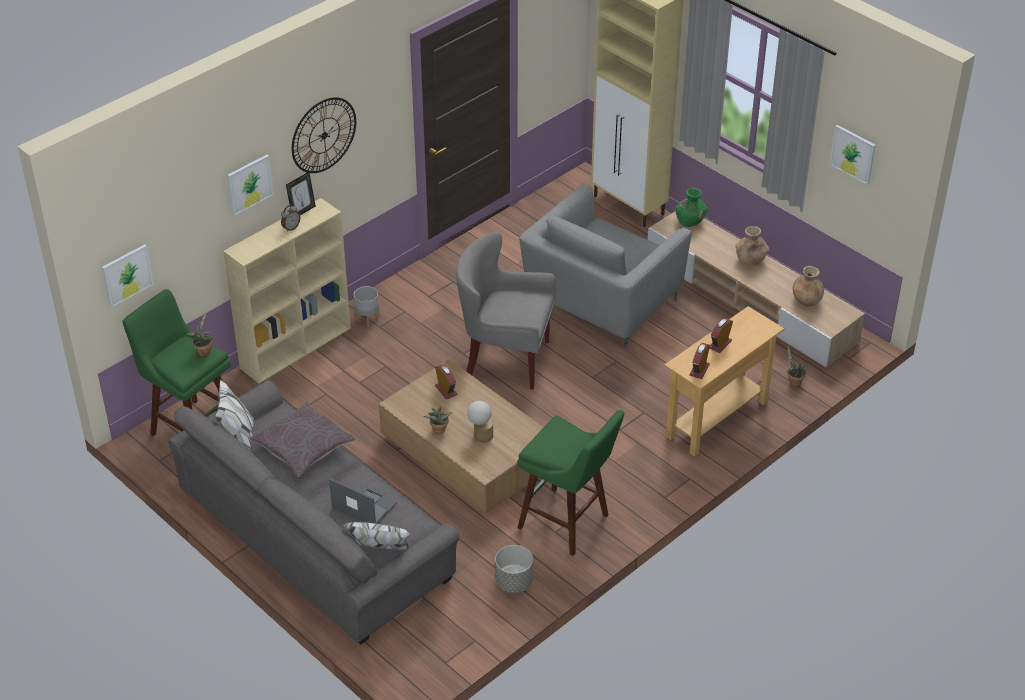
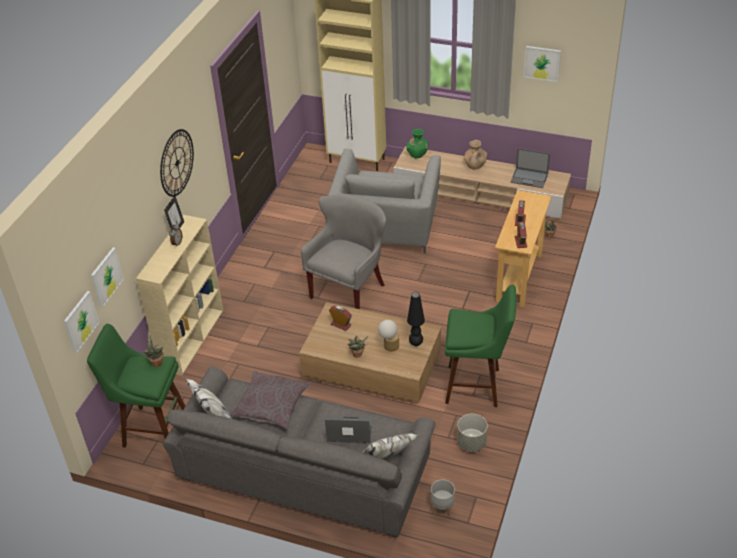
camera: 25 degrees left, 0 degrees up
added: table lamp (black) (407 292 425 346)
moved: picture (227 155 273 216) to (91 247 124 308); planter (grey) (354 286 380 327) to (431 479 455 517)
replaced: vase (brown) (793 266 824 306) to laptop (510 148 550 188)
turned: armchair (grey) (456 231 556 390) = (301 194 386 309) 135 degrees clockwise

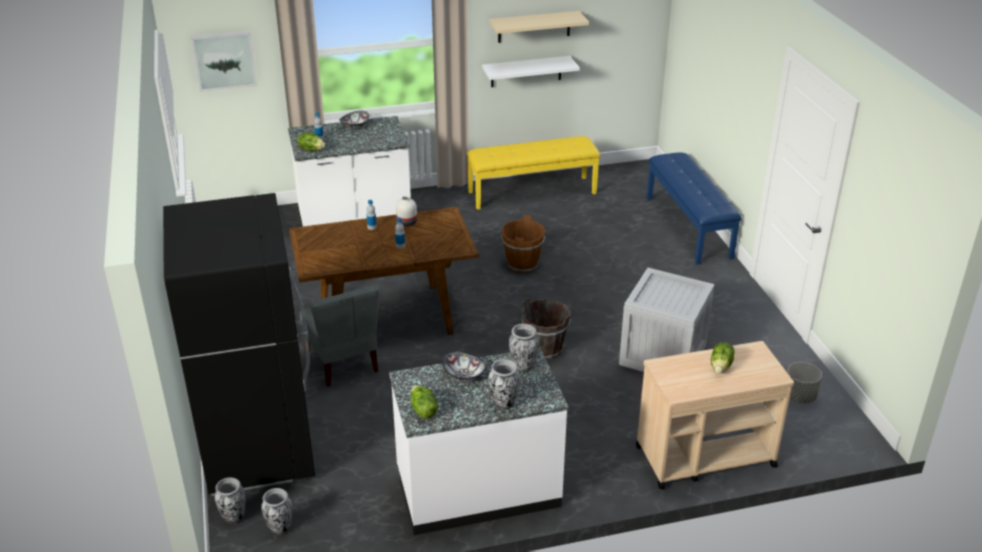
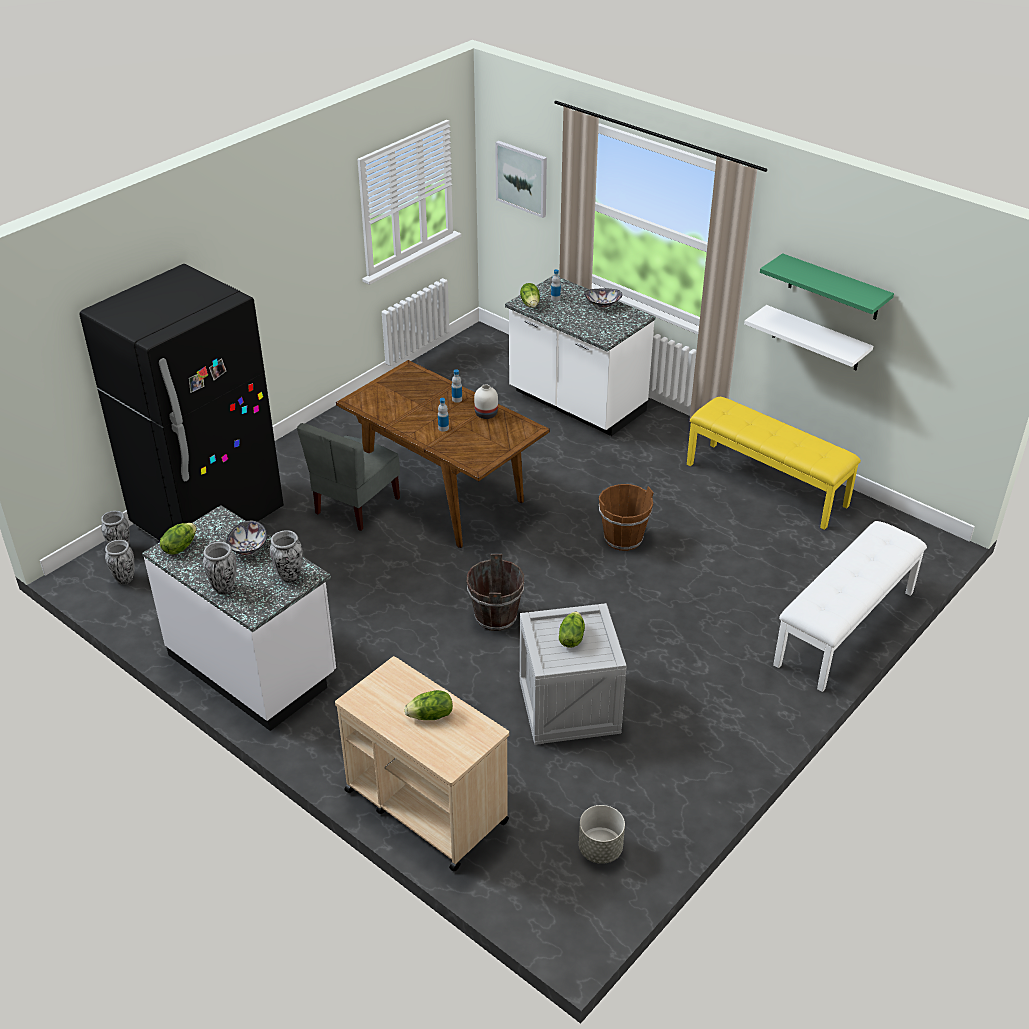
camera: 55 degrees right, 5 degrees up
added: lettuce (559 612 585 648)
recoloured: shelf (beige) (489 11 589 43) to shelf (green) (760 253 894 320); bench (blue) (647 152 742 265) to bench (white) (773 521 927 692)

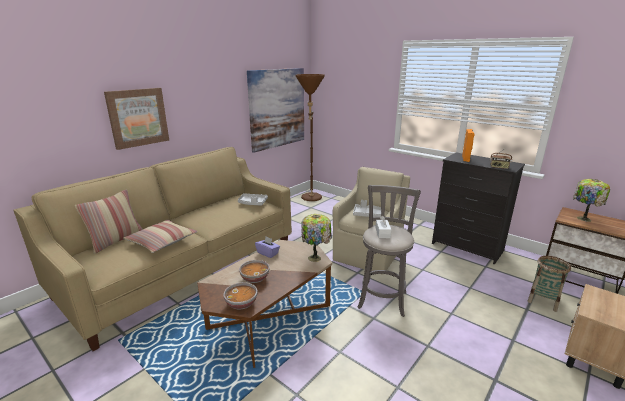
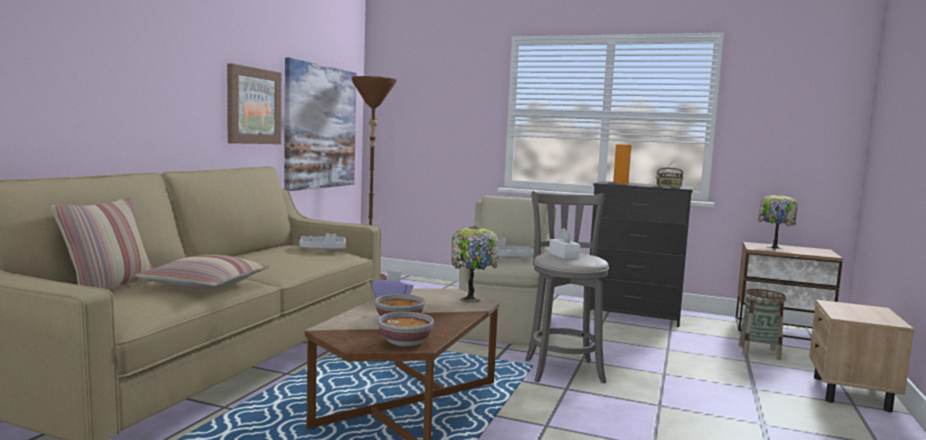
camera: 20 degrees left, 15 degrees down
moved: picture (104 88 169 150) to (227 64 281 144)

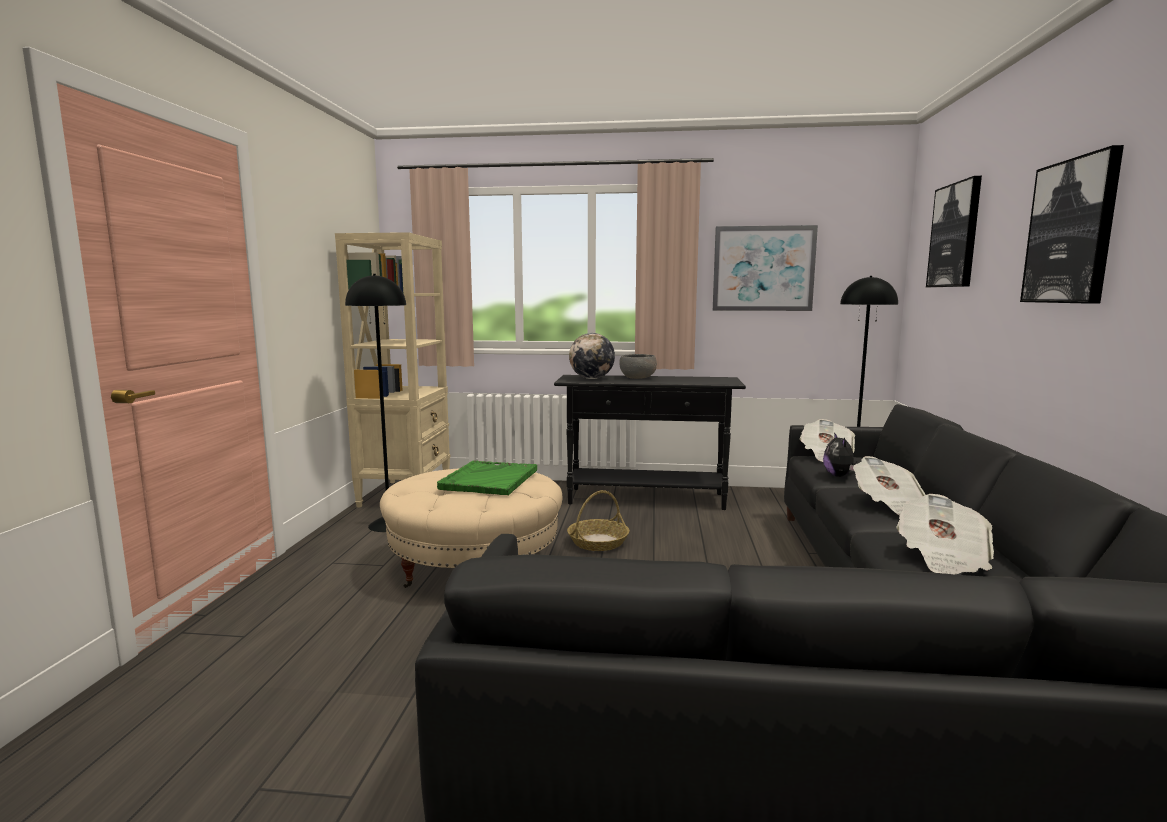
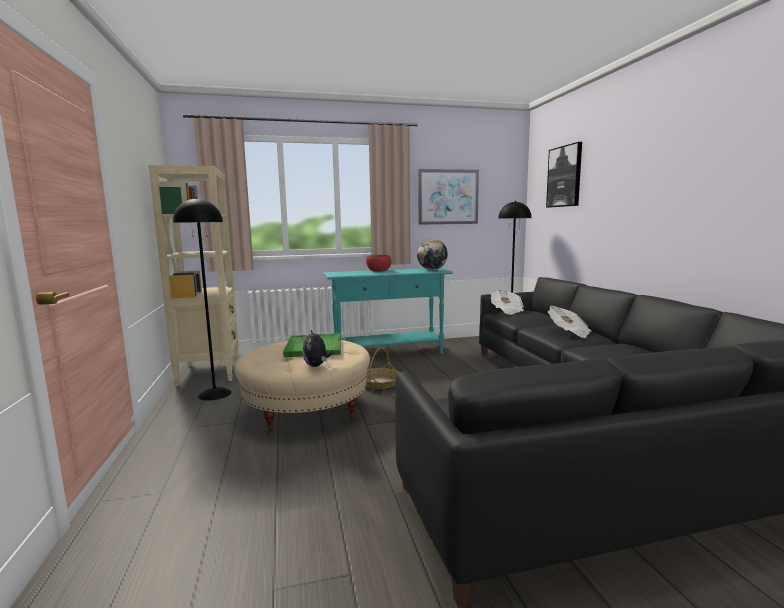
camera: 20 degrees left, 0 degrees up
removed: newspaper (896 494 994 574); picture (1020 145 1124 304)
moved: globe (569 333 615 379) to (417 239 448 270); plush toy (823 432 857 477) to (303 330 332 367)
recoloured: console table (black) (554 375 746 510) to console table (turquoise) (323 268 453 354); bowl (grey) (619 354 657 379) to bowl (red) (366 255 391 272)

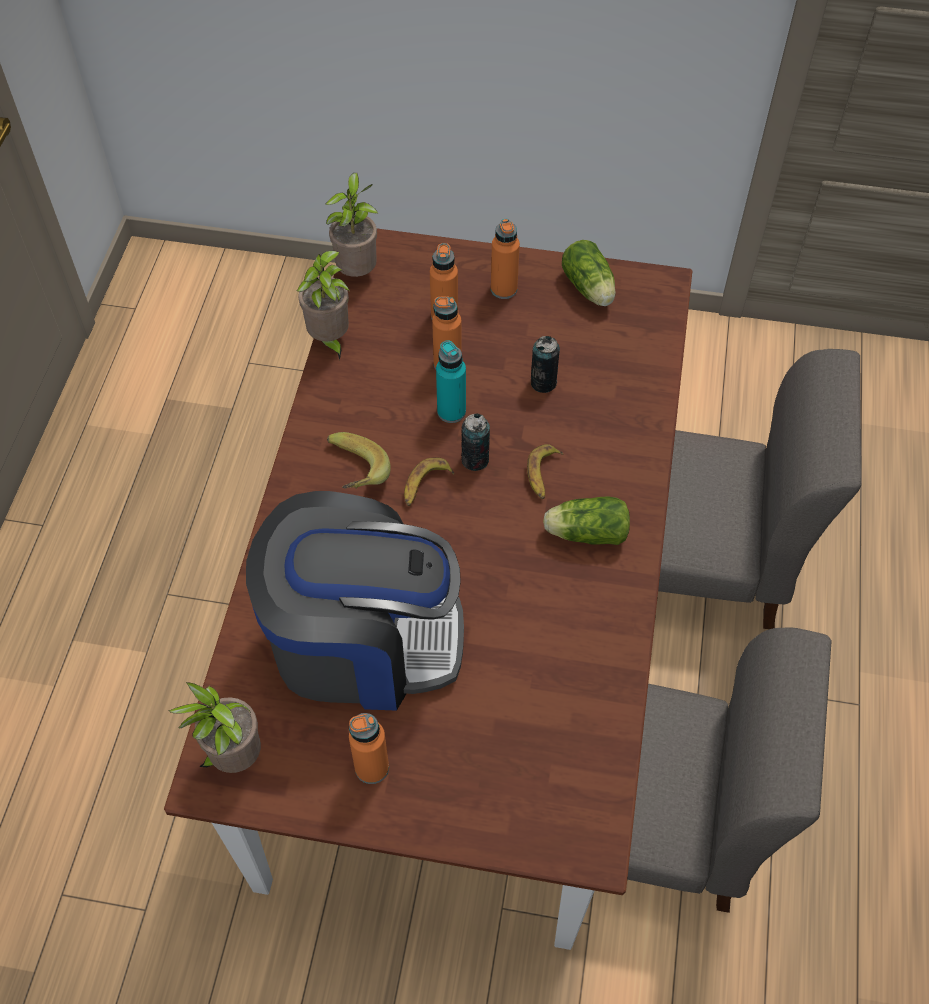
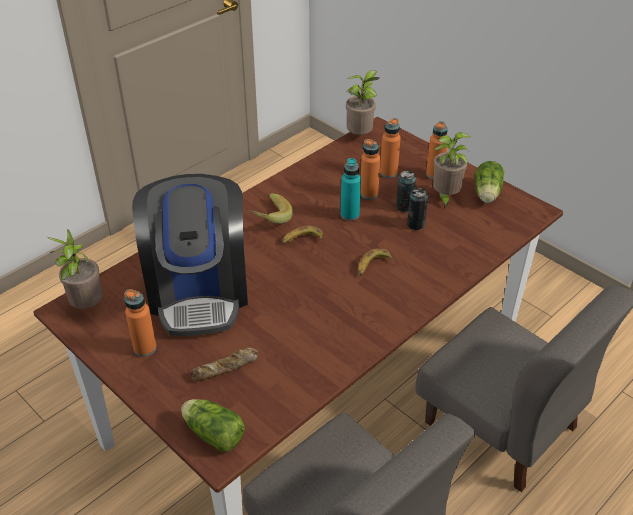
camera: 35 degrees right, 15 degrees down
added: bread (190 348 259 381)
moved: potted plant (297 251 350 361) to (433 132 470 208); can (461 413 490 471) to (396 171 416 212); lettuce (543 496 630 545) to (181 399 245 452)
turned: coffee machine (246 491 464 711) = (132 174 248 336) 45 degrees clockwise

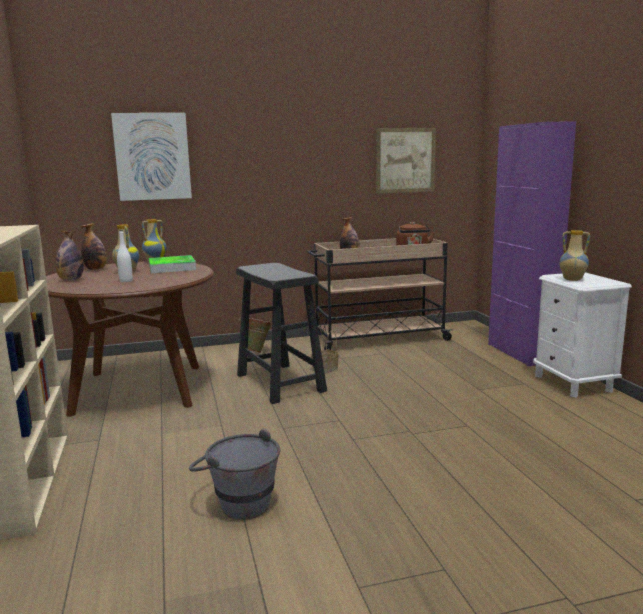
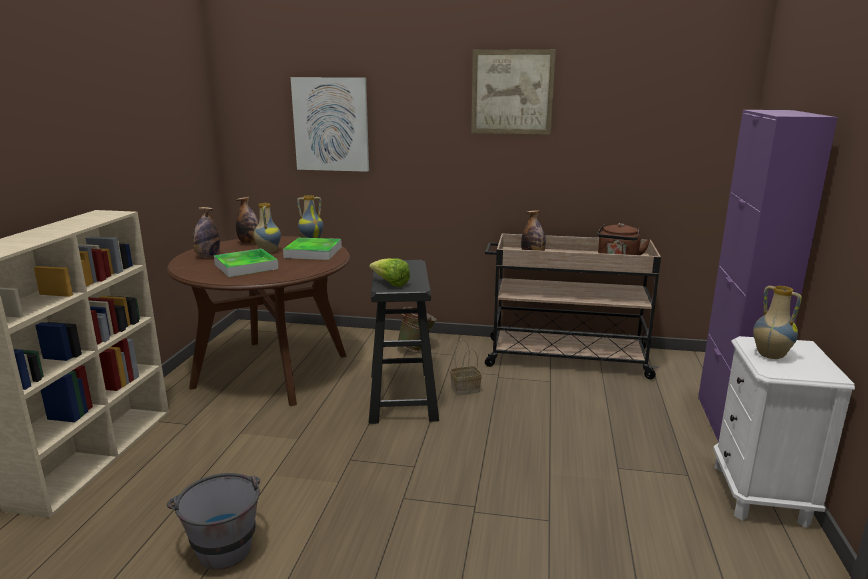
camera: 25 degrees right, 5 degrees up
added: lettuce (369 258 410 287)
moved: picture (376 128 436 194) to (471 49 556 135)
replaced: bottle (white) (117 230 133 282) to tray (214 248 279 277)

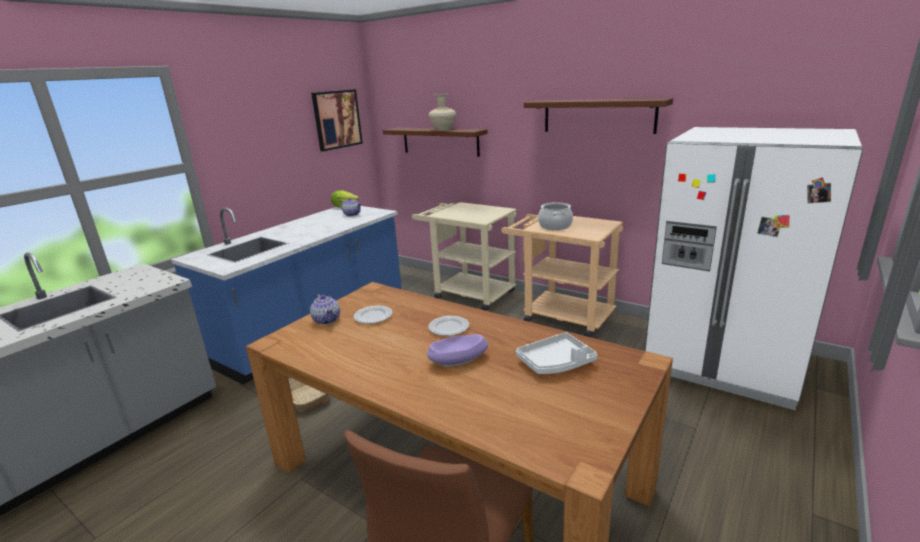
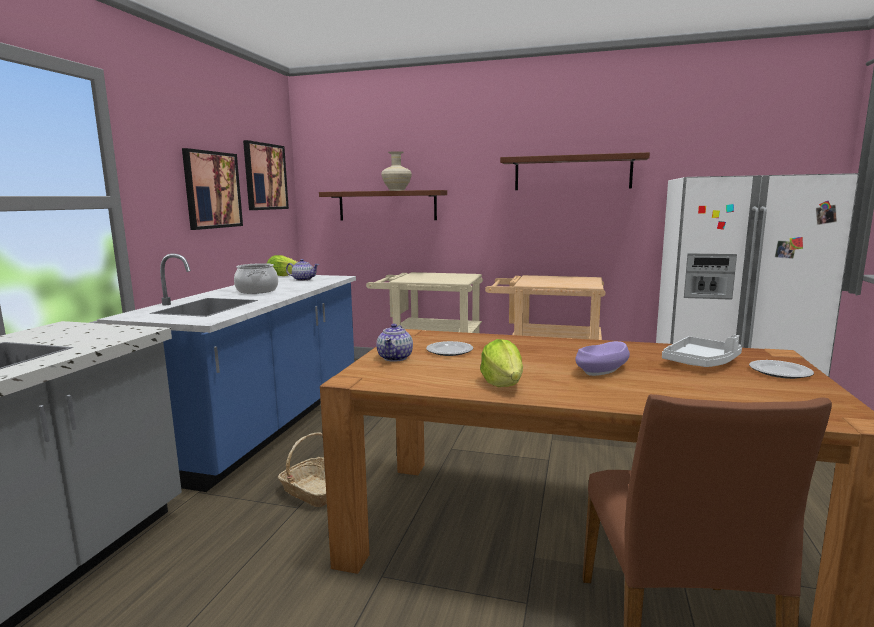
camera: 20 degrees left, 10 degrees down
added: picture (182 148 243 230); lettuce (480 339 523 387)
moved: plate (428 316 469 336) to (749 360 814 379); cooking pot (538 202 573 230) to (234 263 278 294)
turned: teapot (310 294 340 325) = (377 324 413 362) 60 degrees clockwise

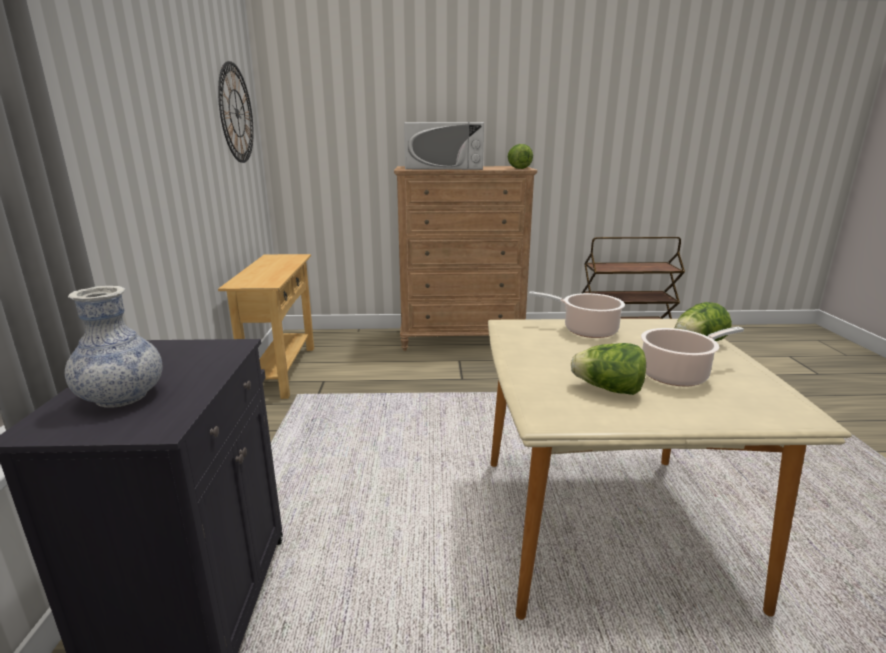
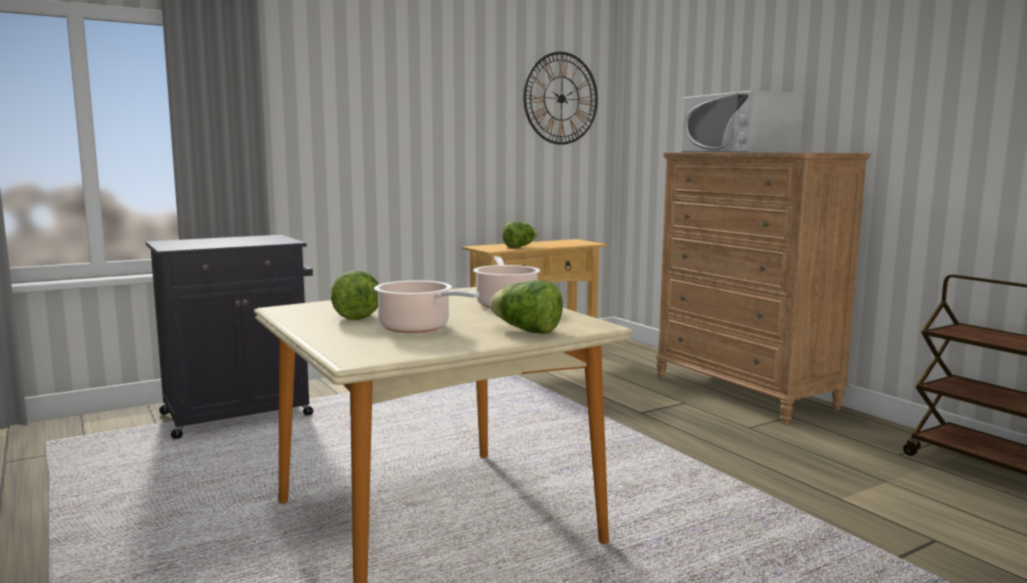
camera: 60 degrees right, 10 degrees down
removed: vase (65 286 162 408)
moved: lettuce (508 144 533 169) to (502 221 537 248)

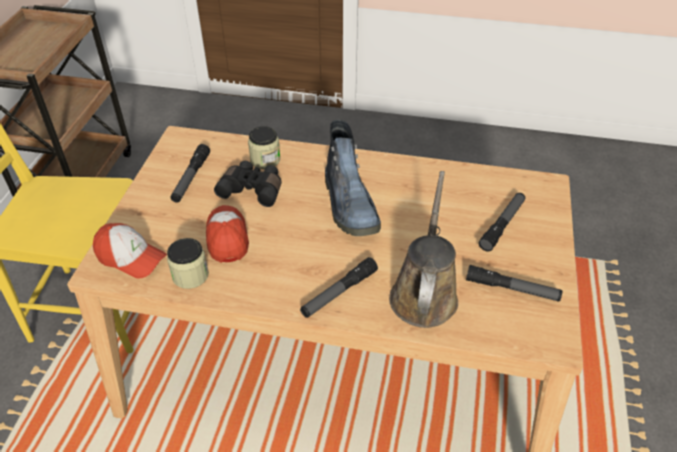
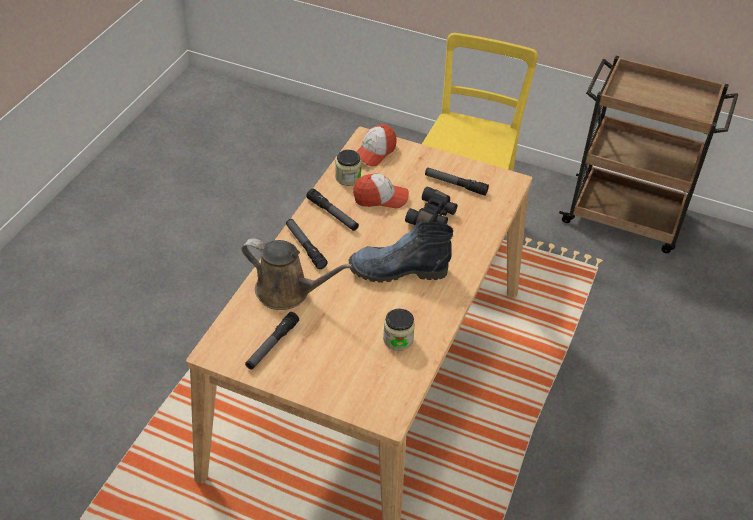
camera: 100 degrees right, 0 degrees up
moved: jar (248 126 280 169) to (383 309 415 351); flashlight (479 193 525 252) to (306 188 359 231)

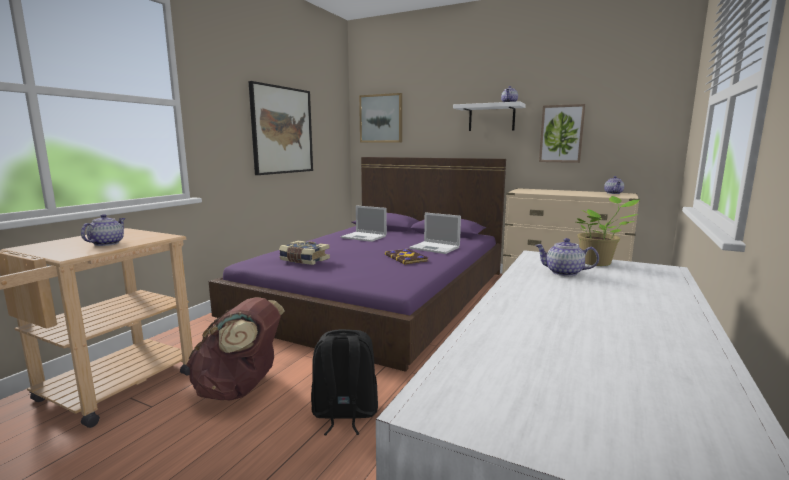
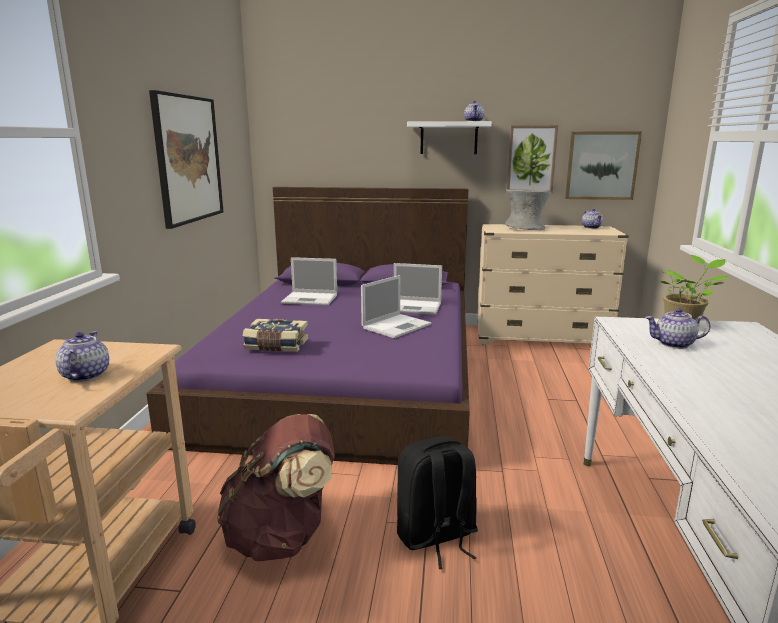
camera: 20 degrees left, 5 degrees up
added: vase (grey) (505 189 551 230)
moved: picture (359 93 402 143) to (565 132 642 200)
replaced: book (385 249 428 265) to laptop (361 275 431 338)

